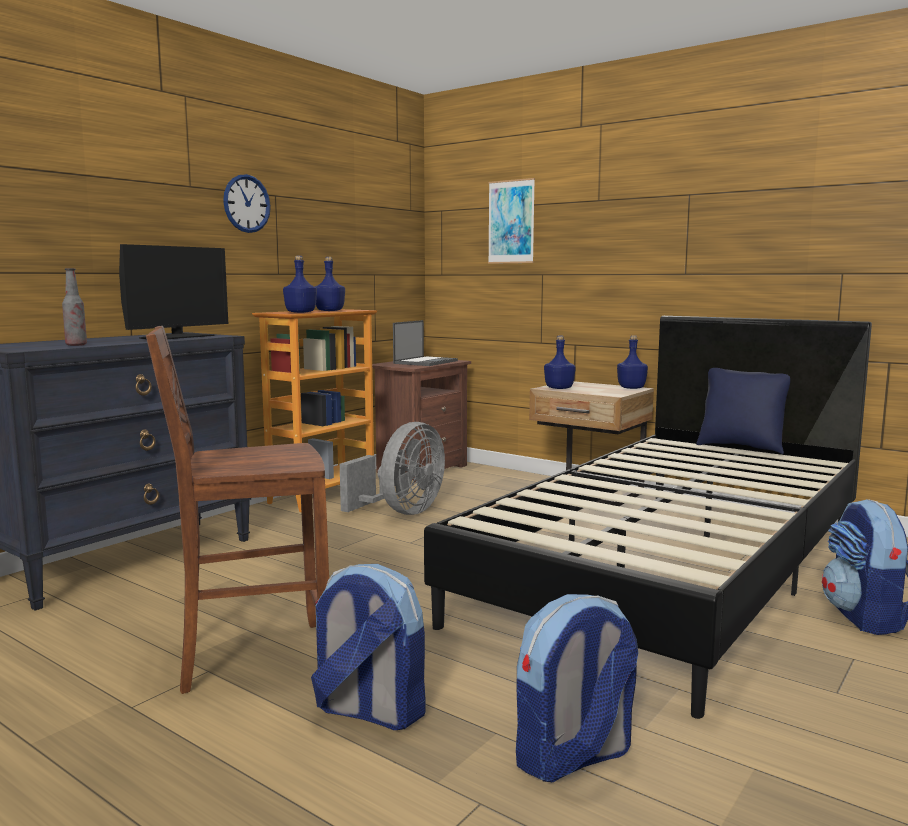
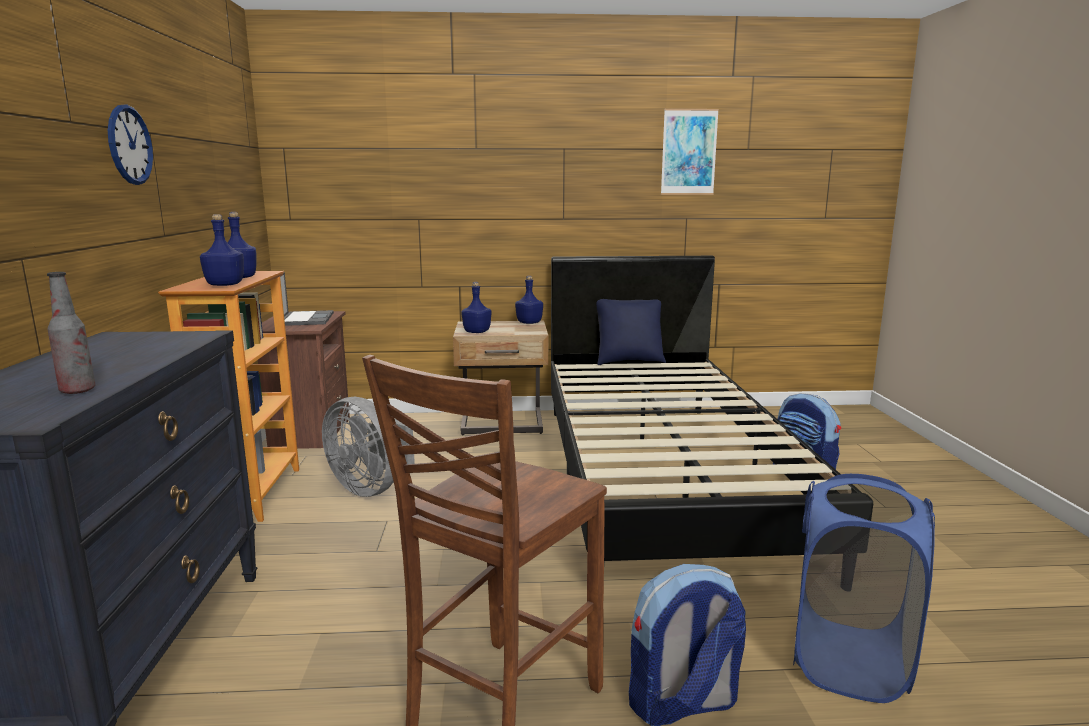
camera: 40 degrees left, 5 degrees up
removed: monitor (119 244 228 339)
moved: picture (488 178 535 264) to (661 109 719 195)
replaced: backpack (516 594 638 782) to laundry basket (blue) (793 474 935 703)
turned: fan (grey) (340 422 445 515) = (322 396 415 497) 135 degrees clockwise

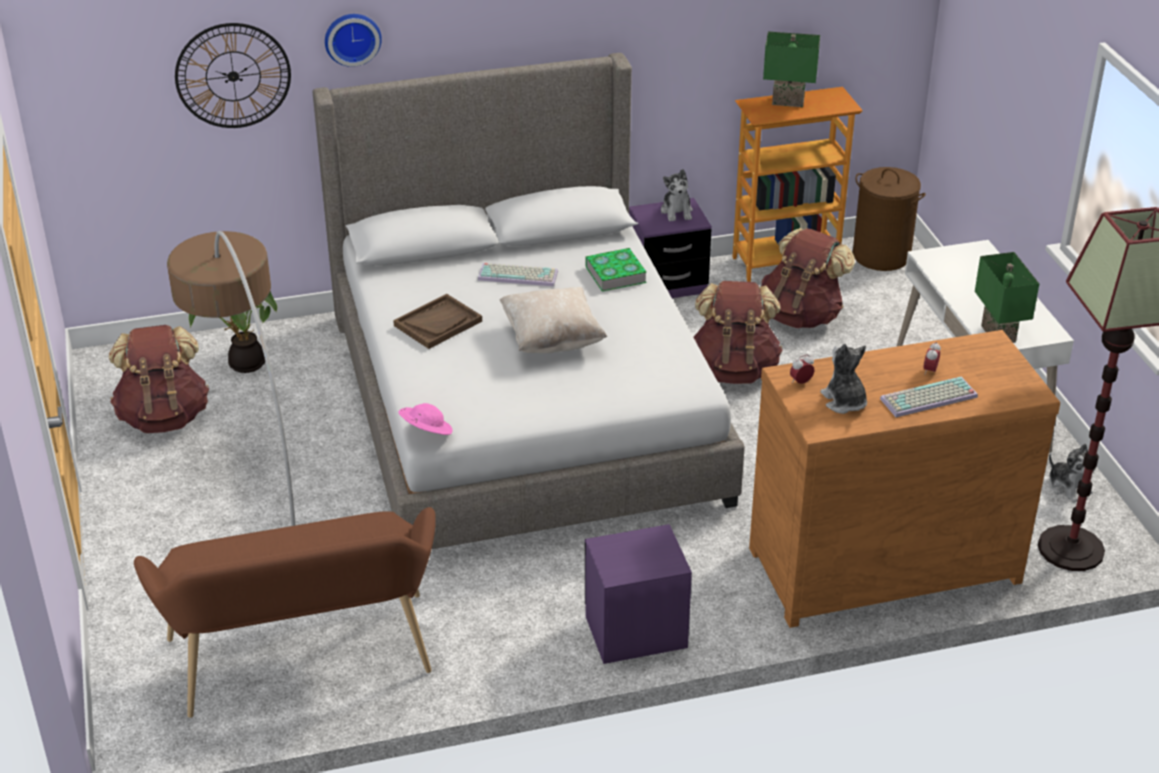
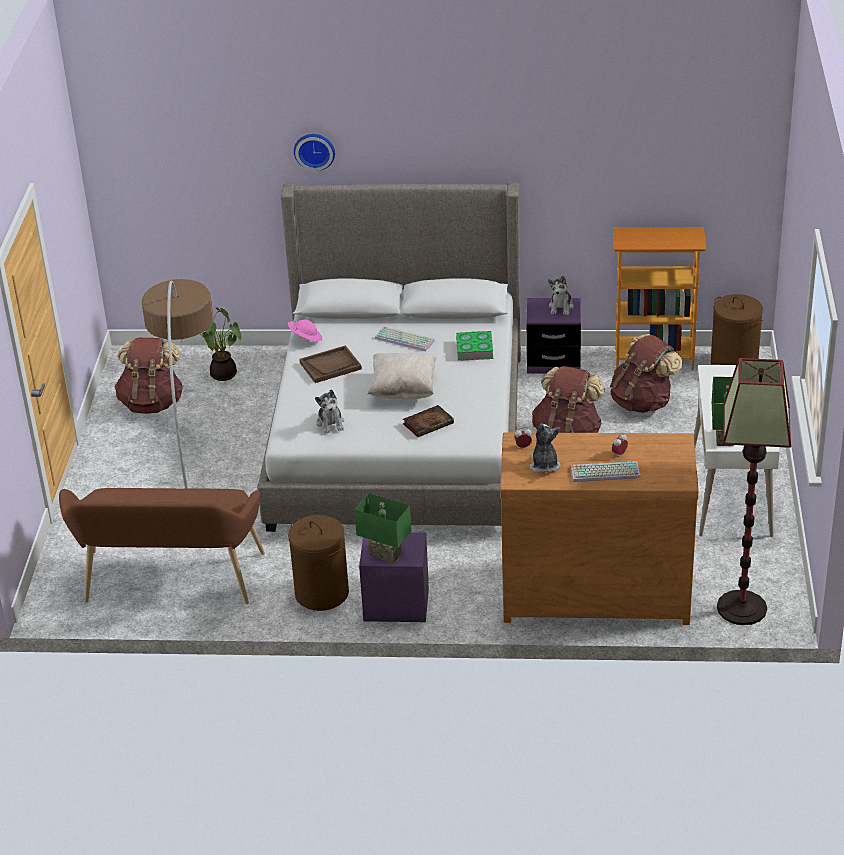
camera: 20 degrees right, 0 degrees up
removed: wall clock (175 23 291 128)
added: laundry basket (brown) (288 515 349 611); book (403 405 454 437)
moved: hat (pink) (398 403 453 435) to (288 319 322 342); table lamp (green) (763 31 820 107) to (354 493 411 563); plush toy (1049 444 1095 503) to (315 389 344 434)

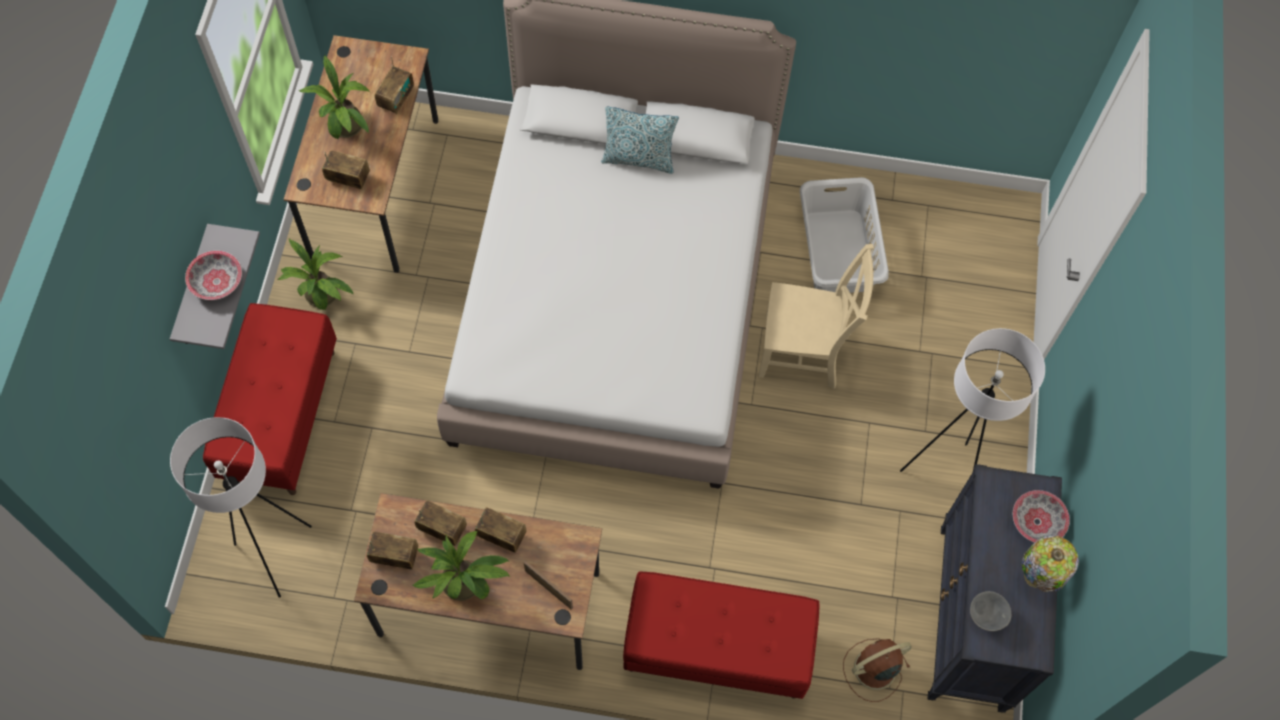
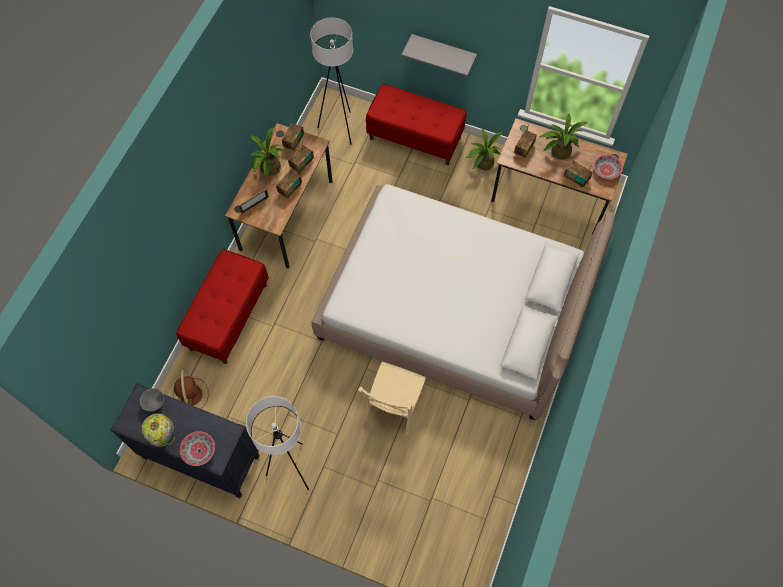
camera: 105 degrees right, 0 degrees up
removed: pillow (601 107 679 174); laundry basket (grey) (800 177 889 293)
moved: bowl (185 251 242 300) to (593 154 623 179)

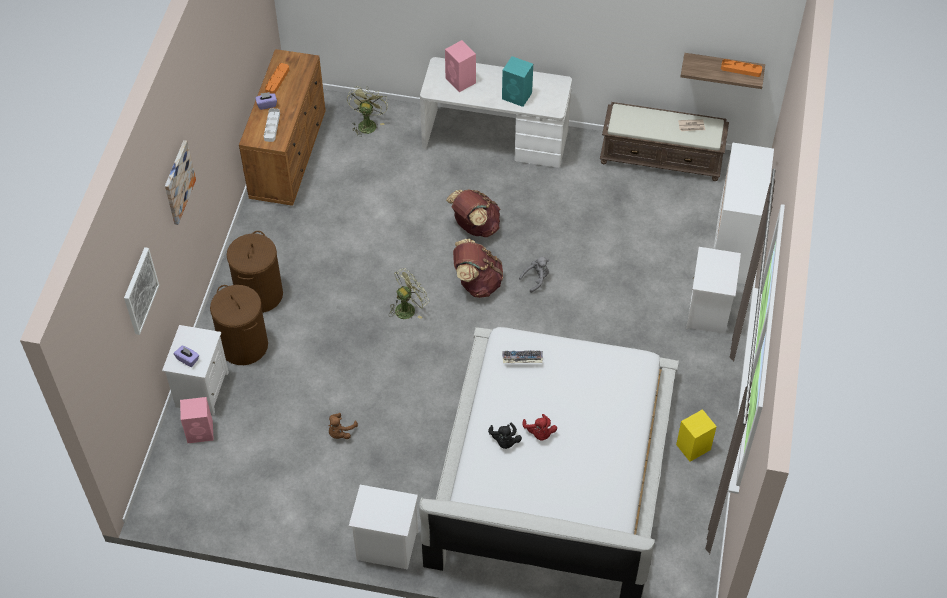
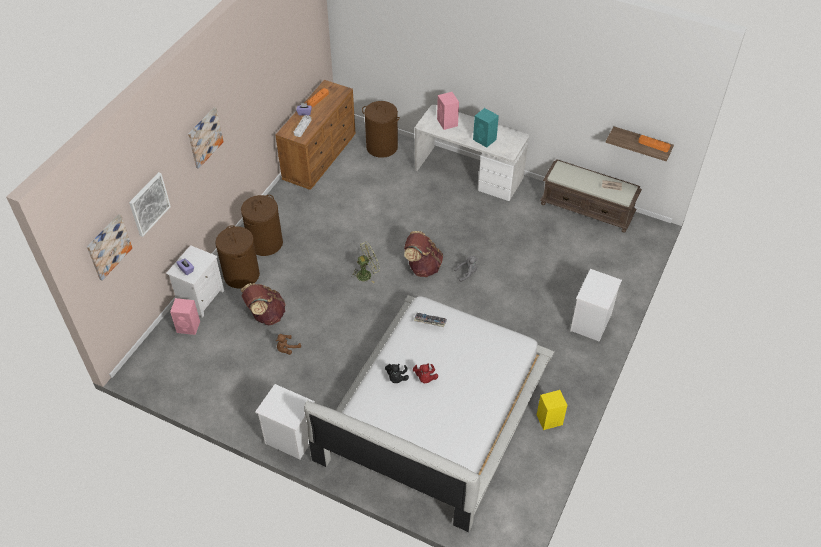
camera: 15 degrees right, 5 degrees down
removed: dresser (white) (714 143 774 284)
added: picture (87 214 132 281)
moved: backpack (brown) (446 189 500 237) to (240 283 286 325)
replaced: fan (green) (347 86 388 137) to laundry basket (brown) (362 101 400 158)

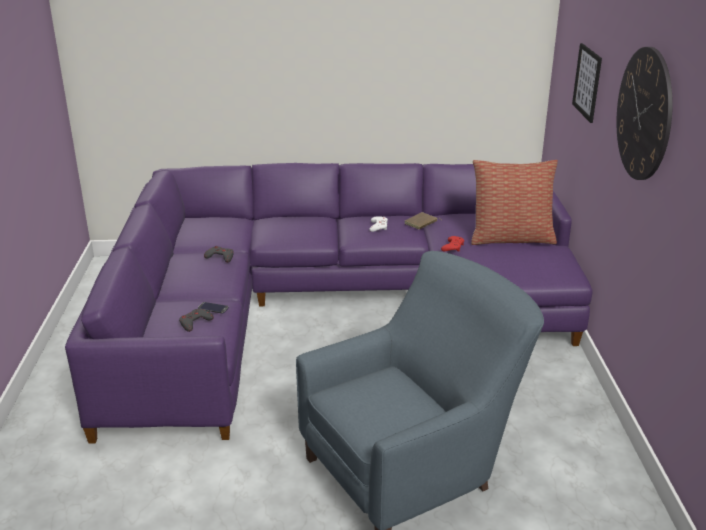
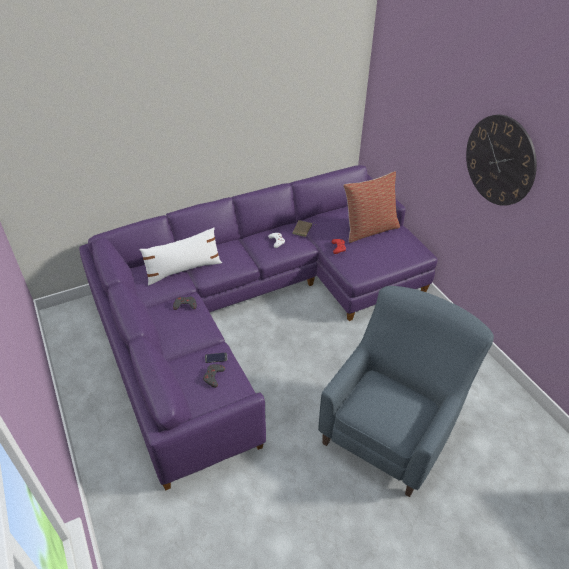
camera: 25 degrees left, 15 degrees up
removed: picture (572 43 602 123)
added: pillow (white) (140 227 222 286)

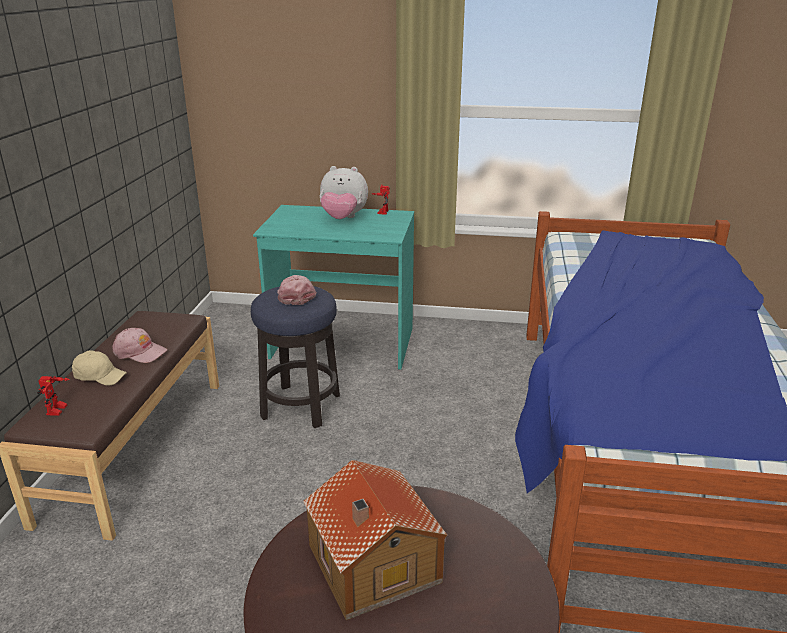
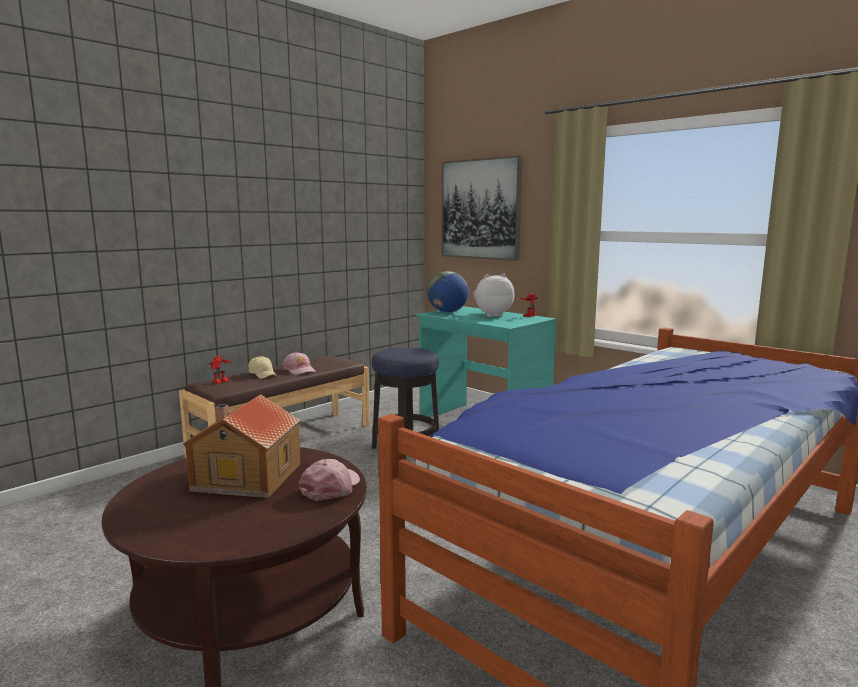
camera: 35 degrees right, 15 degrees down
added: globe (428 271 469 313); picture (441 155 522 261)
moved: cap (pink) (277 275 317 305) to (299 459 360 501)
turned: plush toy (320 166 368 219) = (473 273 514 317) 120 degrees clockwise

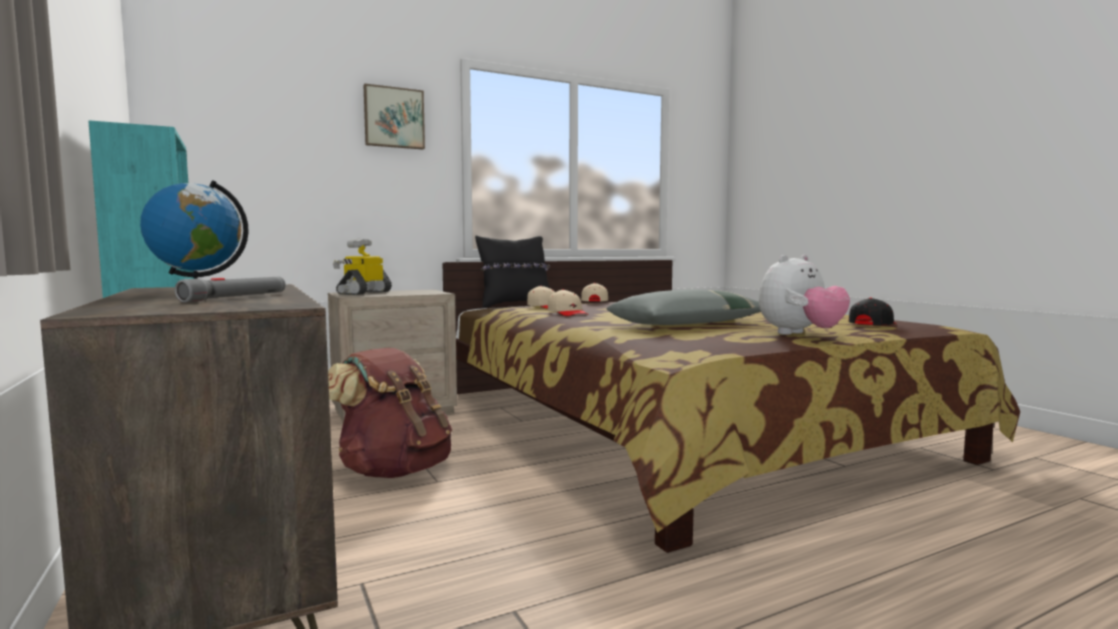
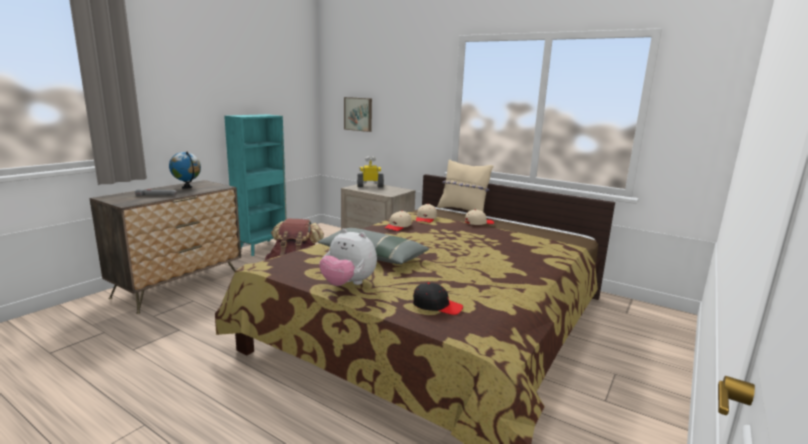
camera: 60 degrees right, 10 degrees up
moved: picture (364 84 425 150) to (344 97 372 132)
recoloured: pillow (black) (475 236 550 308) to pillow (beige) (437 159 493 212)

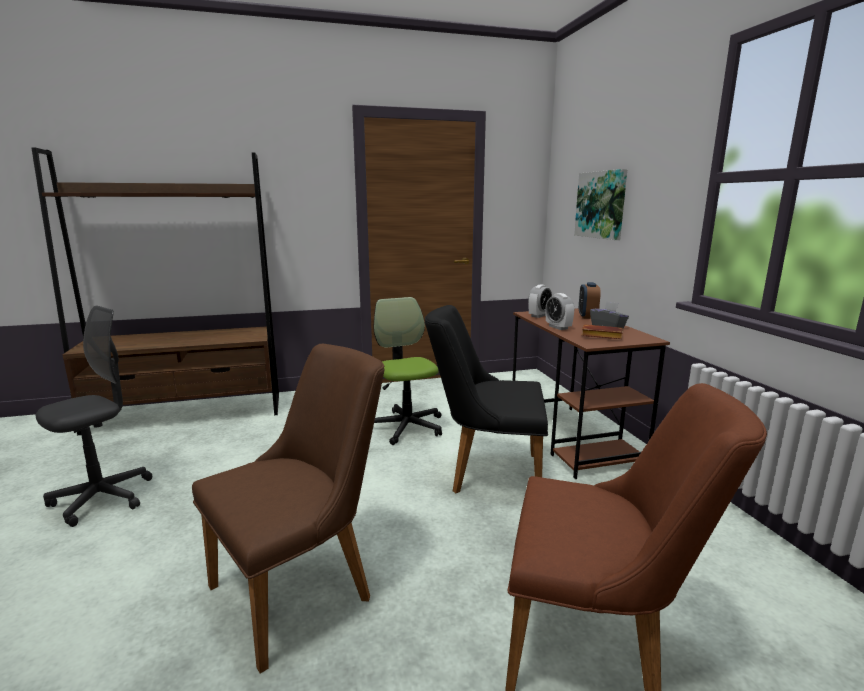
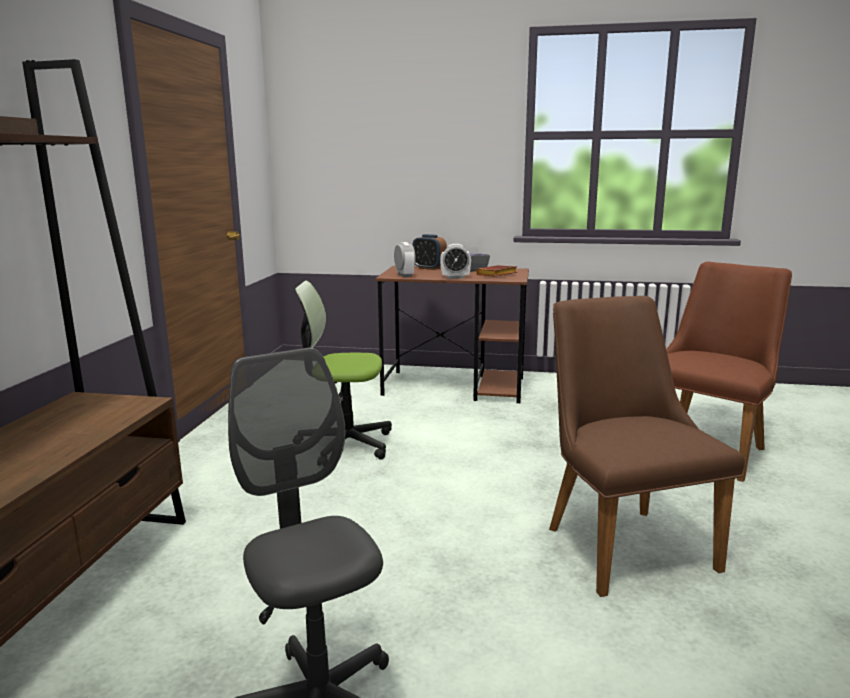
camera: 65 degrees left, 0 degrees up
removed: chair (black) (425 305 548 493); picture (574 169 627 240)

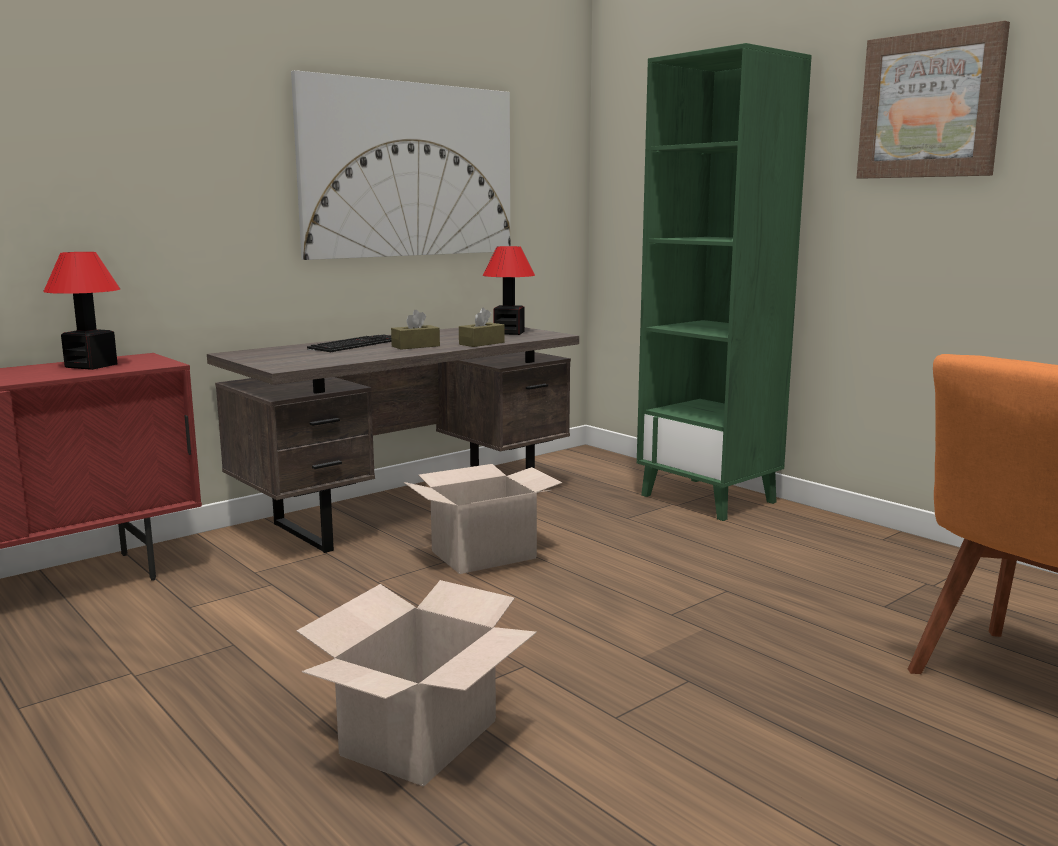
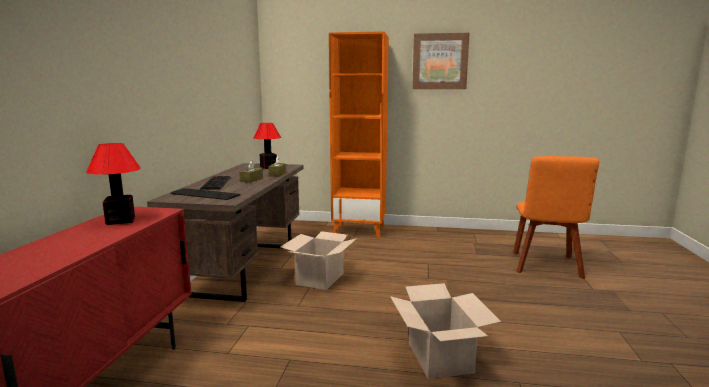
camera: 40 degrees left, 0 degrees up
removed: picture (291 70 510 260)
added: keyboard (171 188 241 200)
recoloured: bookcase (green) (637 43 812 521) to bookcase (orange) (329 31 389 238)

